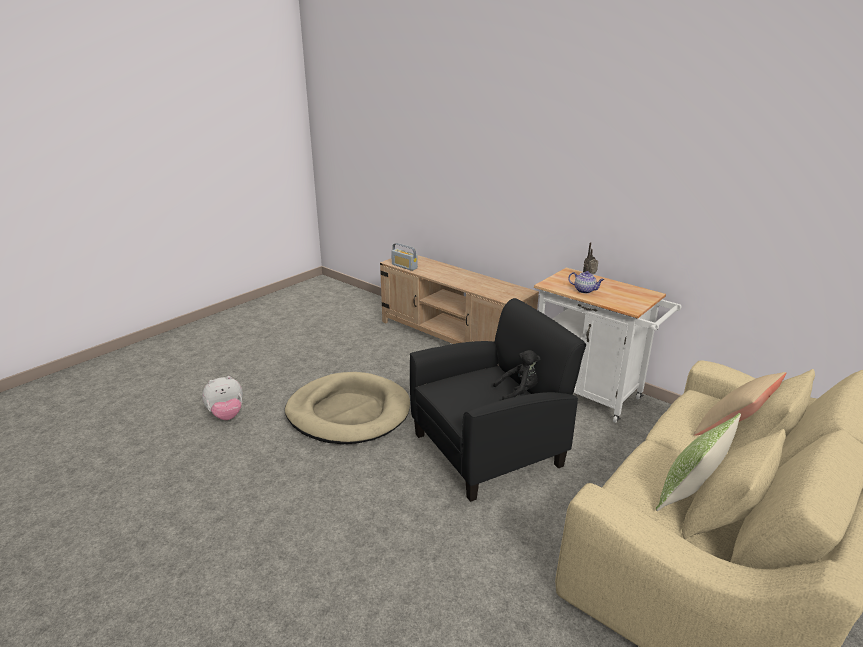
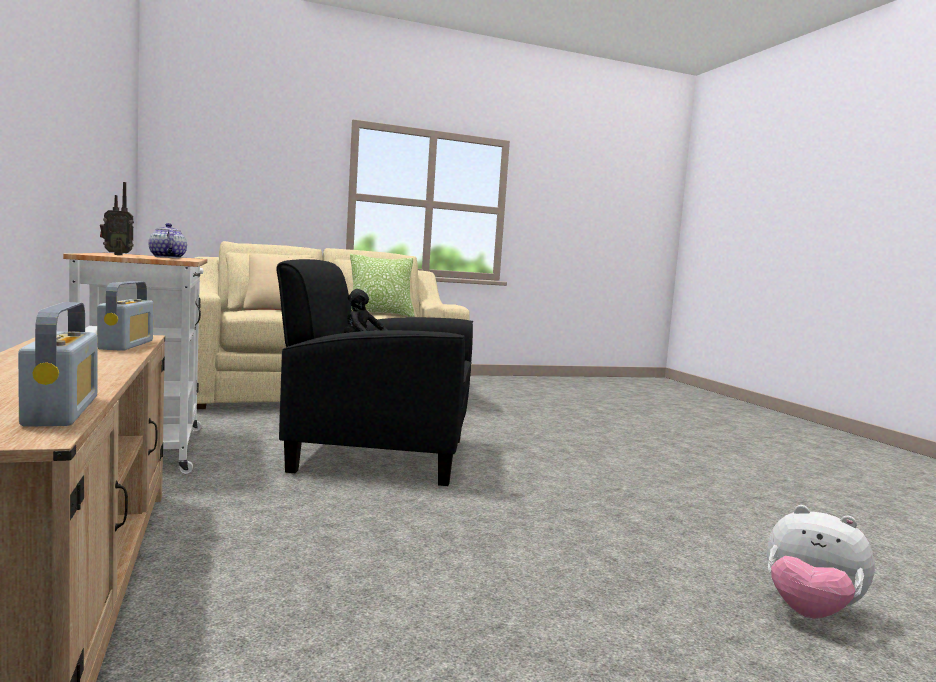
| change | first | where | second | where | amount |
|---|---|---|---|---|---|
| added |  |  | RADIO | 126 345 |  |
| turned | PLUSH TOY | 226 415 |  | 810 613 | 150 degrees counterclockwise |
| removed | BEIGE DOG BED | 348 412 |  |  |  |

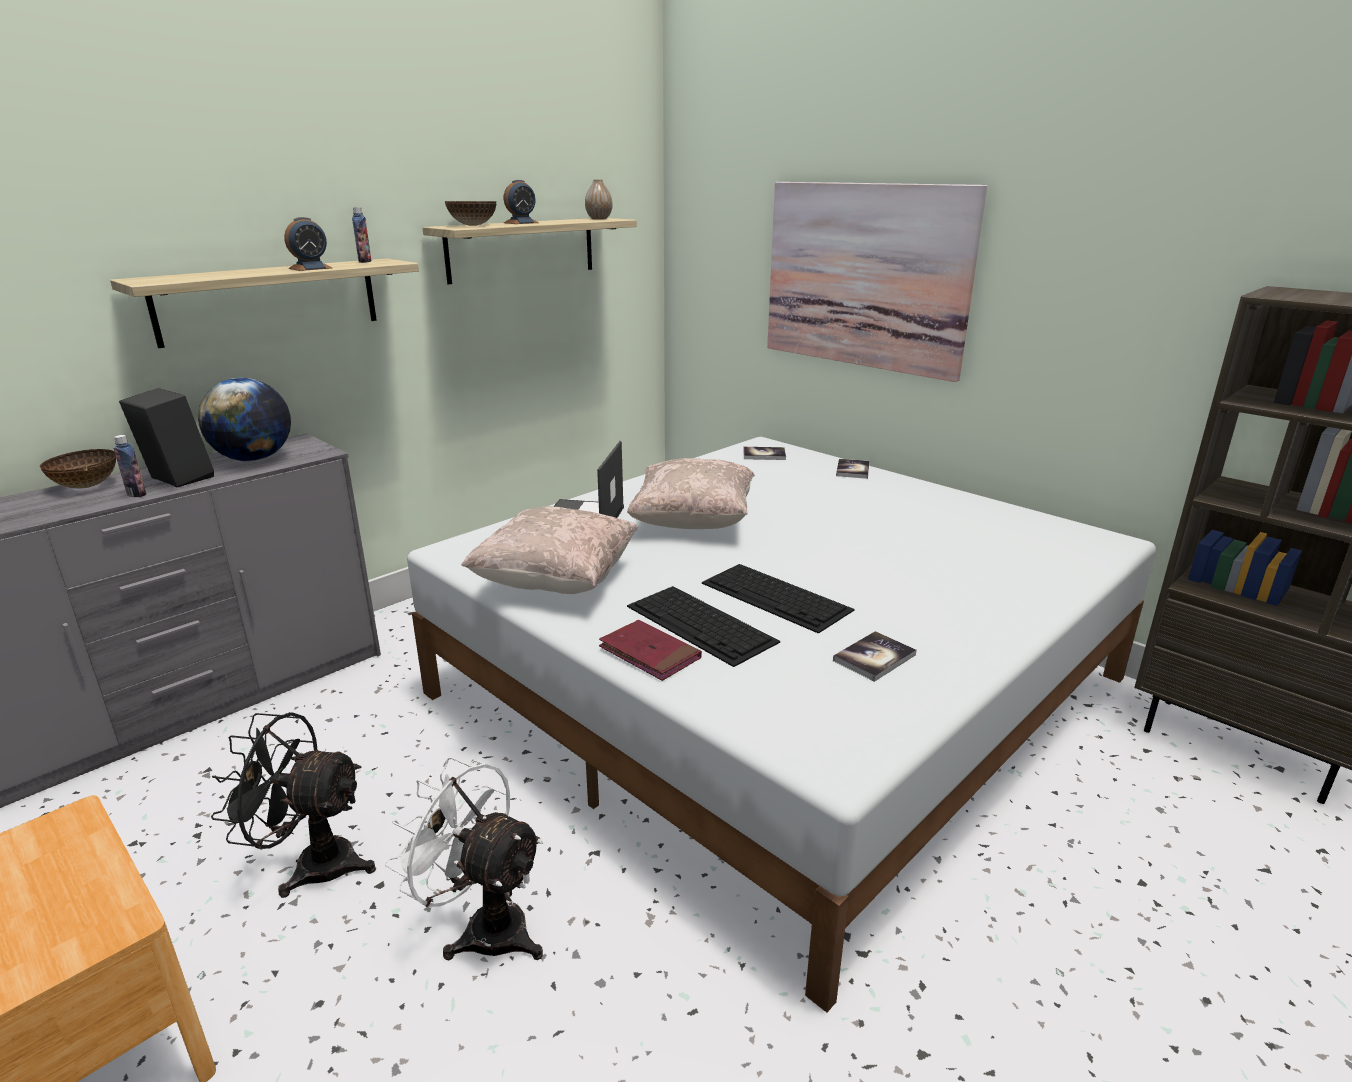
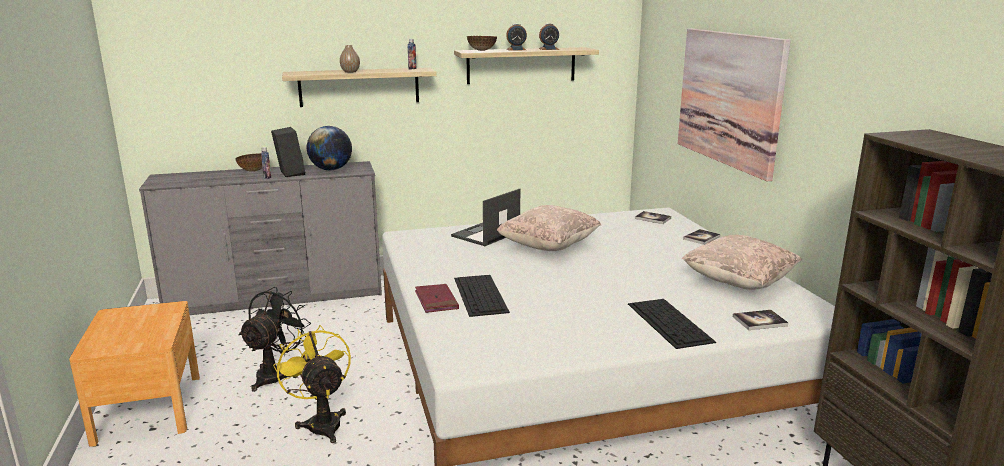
| change | first | where | second | where | amount |
|---|---|---|---|---|---|
| turned | BLACK FAN | 312 863 |  | 276 374 | 75 degrees clockwise |
| recoloured | WHITE FAN | 484 926 | YELLOW FAN | 322 422 |  |
| moved | VASE | 599 219 |  | 350 72 |  |
| moved | ALARM CLOCK | 310 268 |  | 548 49 |  |
| moved | KEYBOARD | 777 596 |  | 670 323 |  |
| moved | BEIGE PILLOW | 556 582 |  | 738 283 |  |
| moved | BOOK | 874 657 |  | 759 321 |  |

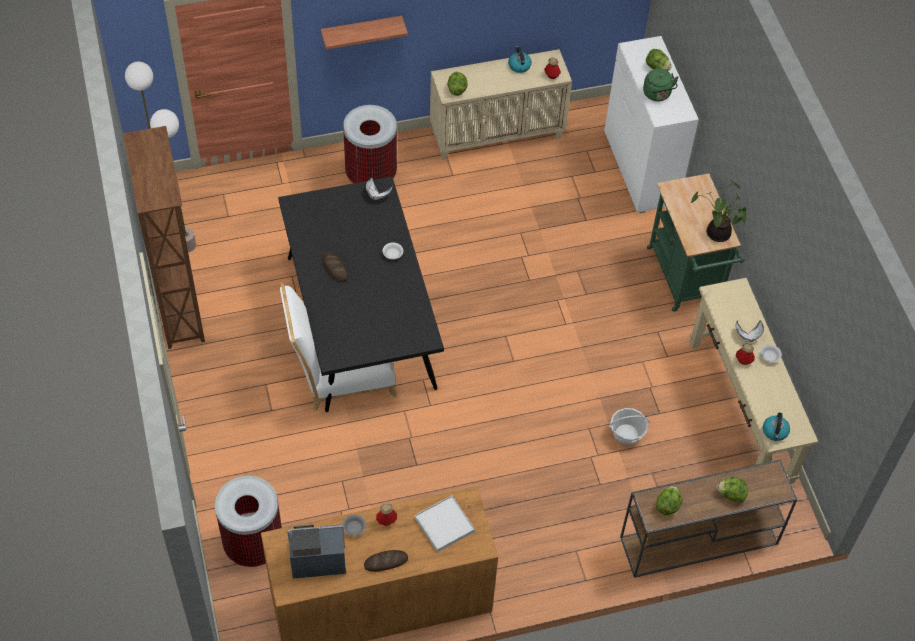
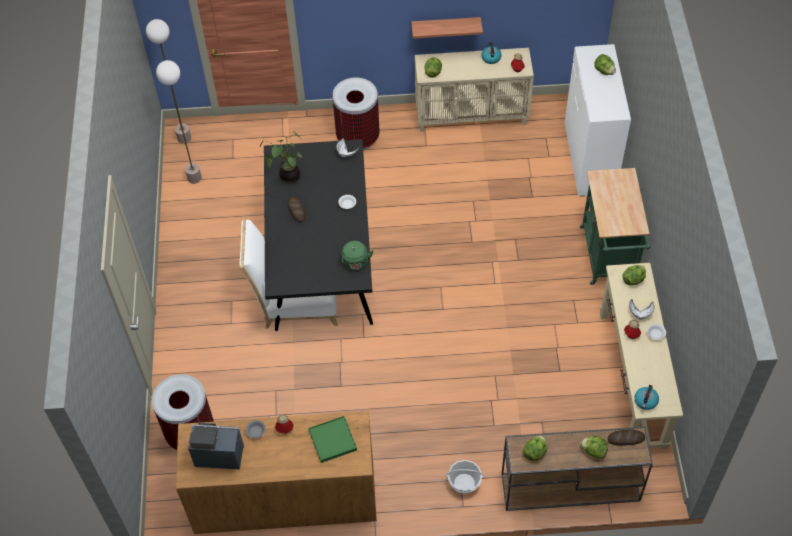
| change | first | where | second | where | amount |
|---|---|---|---|---|---|
| moved | POTTED PLANT | 716 233 |  | 288 176 |  |
| recoloured | WHITE TRAY | 444 524 | GREEN TRAY | 333 440 |  |
| moved | GREEN KETTLE | 657 94 |  | 355 263 |  |
| moved | SHELF | 361 32 |  | 445 27 |  |
| moved | BASKET | 626 434 |  | 464 483 |  |
| moved | BREAD | 386 562 |  | 626 439 |  |
| added |  |  | LETTUCE | 633 279 |  |
| removed | BROWN BOOKCASE | 180 309 |  |  |  |

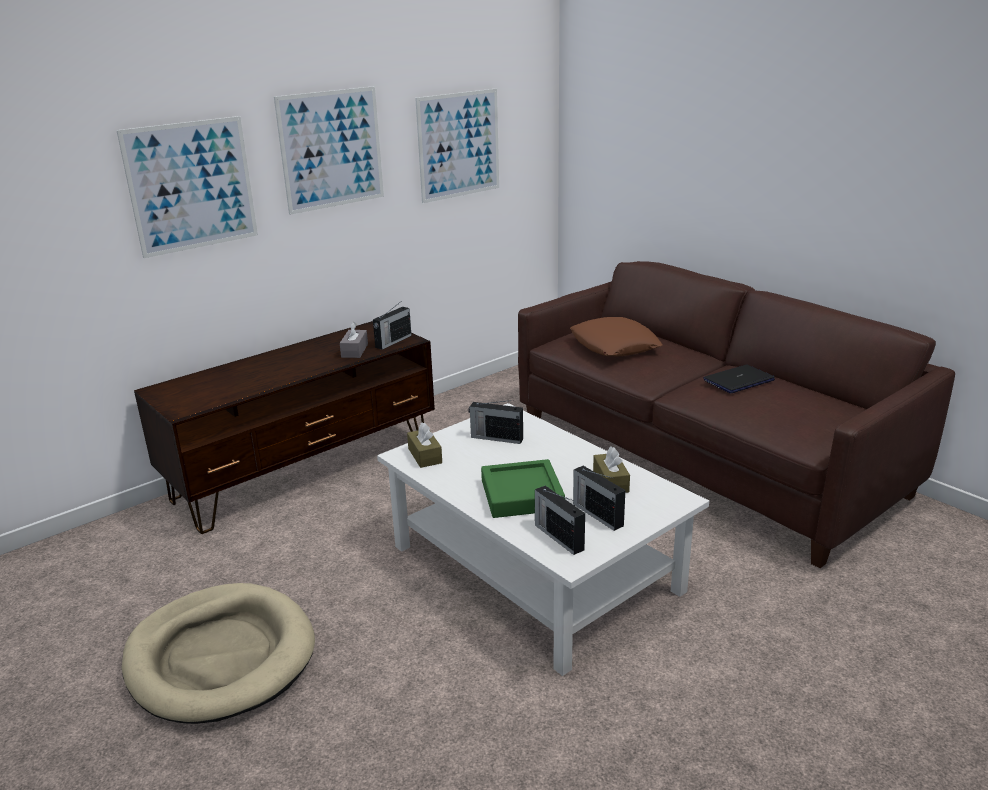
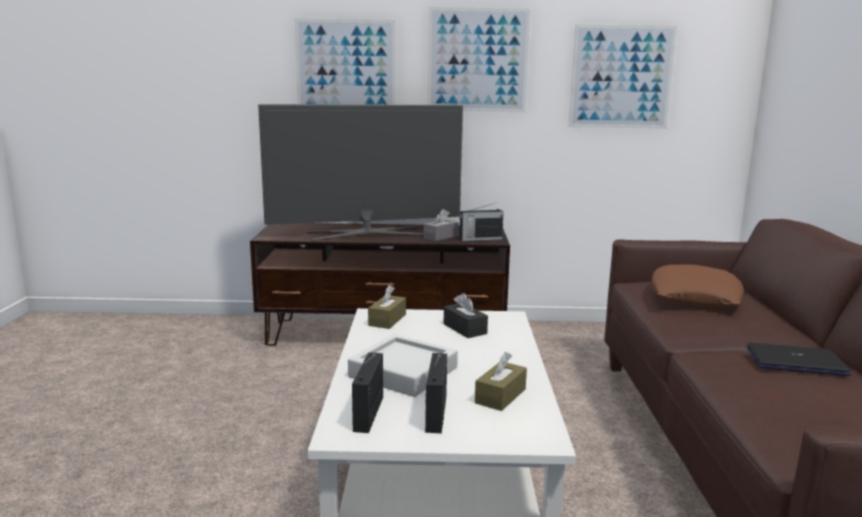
| change | first | where | second | where | amount |
|---|---|---|---|---|---|
| added |  |  | TELEVISION | 366 233 |  |
| recoloured | GREEN TRAY | 522 495 | GREY TRAY | 403 372 |  |
| replaced | RADIO | 496 438 | BLACK TISSUE BOX | 465 329 |  |
| removed | BEIGE DOG BED | 221 657 |  |  |  |

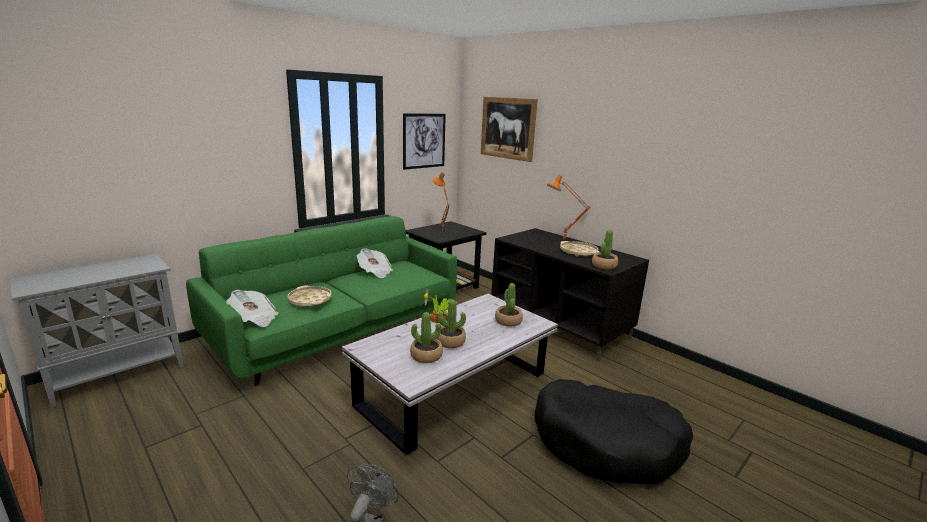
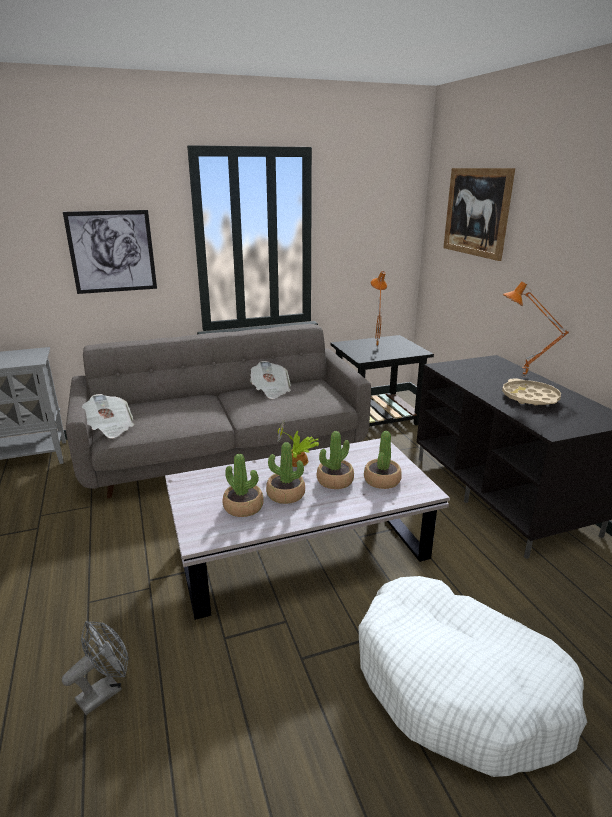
| change | first | where | second | where | amount |
|---|---|---|---|---|---|
| moved | PICTURE | 424 141 |  | 112 252 |  |
| recoloured | GREEN SOFA | 339 330 | GREY SOFA | 225 452 |  |
| moved | POTTED PLANT | 604 265 |  | 335 481 |  |
| recoloured | BLACK DOG BED | 607 443 | WHITE DOG BED | 459 686 |  |
| removed | BEIGE TRAY | 310 300 |  |  |  |

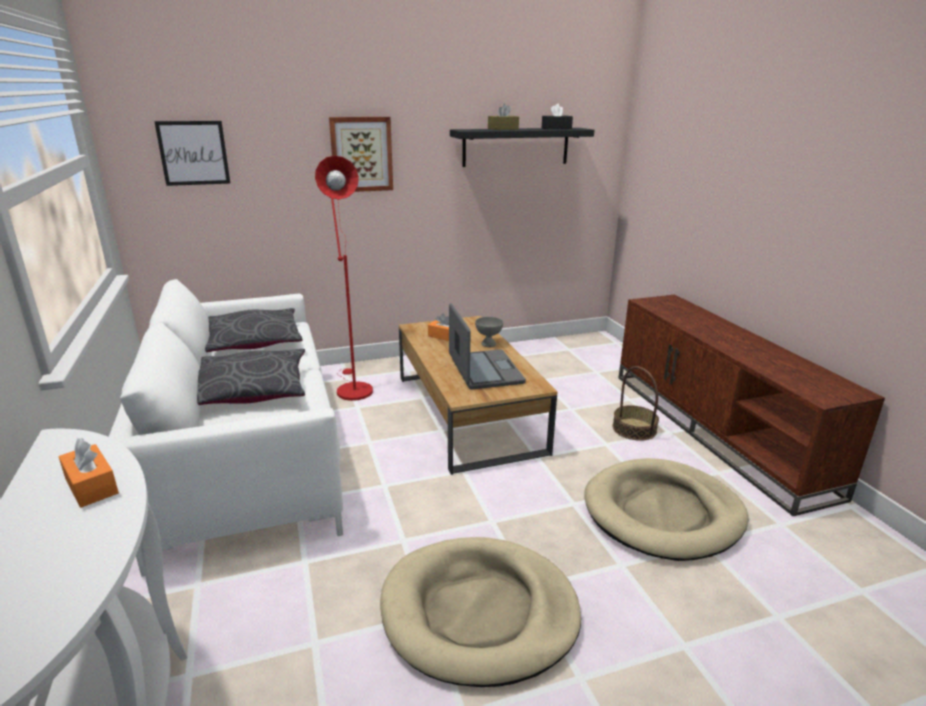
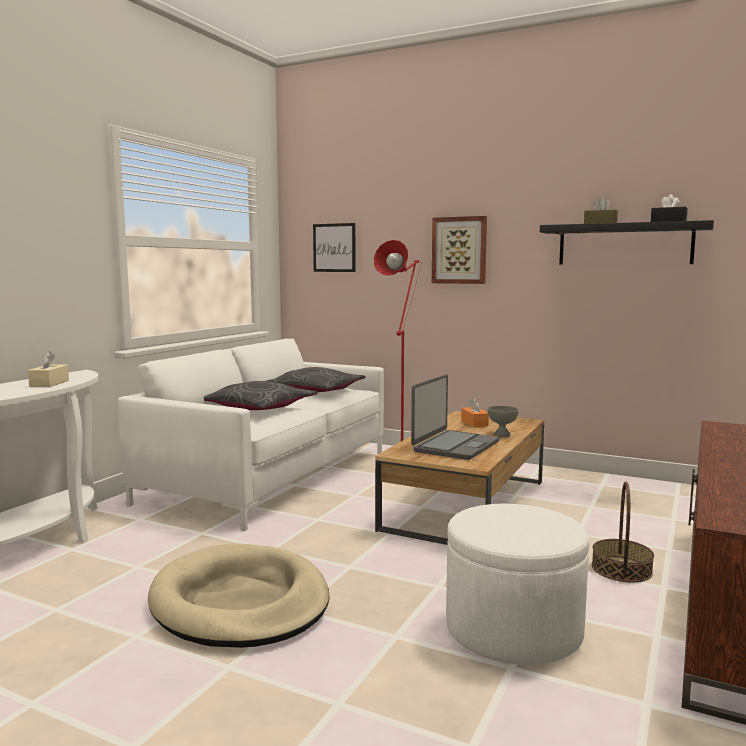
| change | first | where | second | where | amount |
|---|---|---|---|---|---|
| recoloured | ORANGE TISSUE BOX | 91 486 | BEIGE TISSUE BOX | 49 383 |  |
| replaced | BEIGE DOG BED | 663 513 | WHITE OTTOMAN | 513 629 |  |

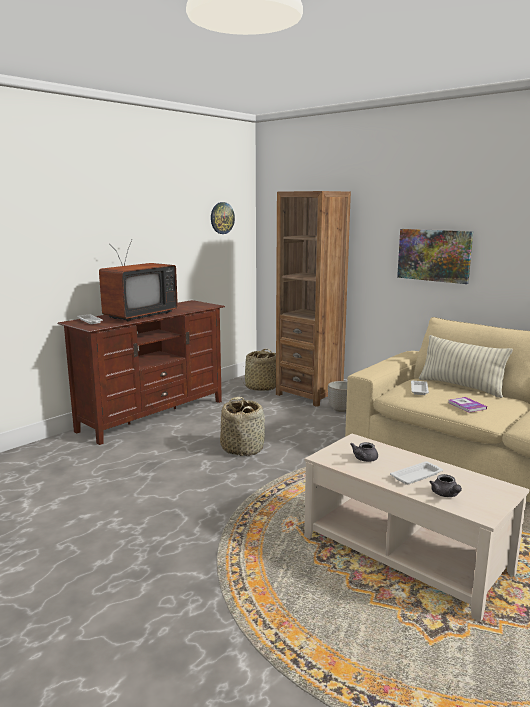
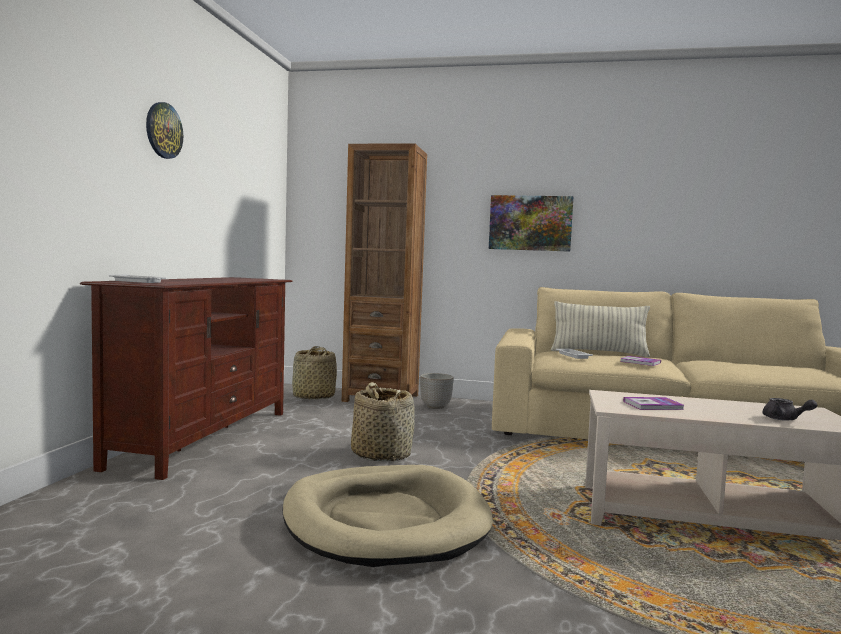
| change | first | where | second | where | amount |
|---|---|---|---|---|---|
| moved | WALL CLOCK | 222 218 |  | 163 130 |  |
| added |  |  | BEIGE DOG BED | 385 521 |  |
| replaced | GREY TEAPOT | 363 459 | BOOK | 653 405 |  |
| removed | TELEVISION | 136 315 |  |  |  |
| removed | WHITE TRAY | 417 476 |  |  |  |

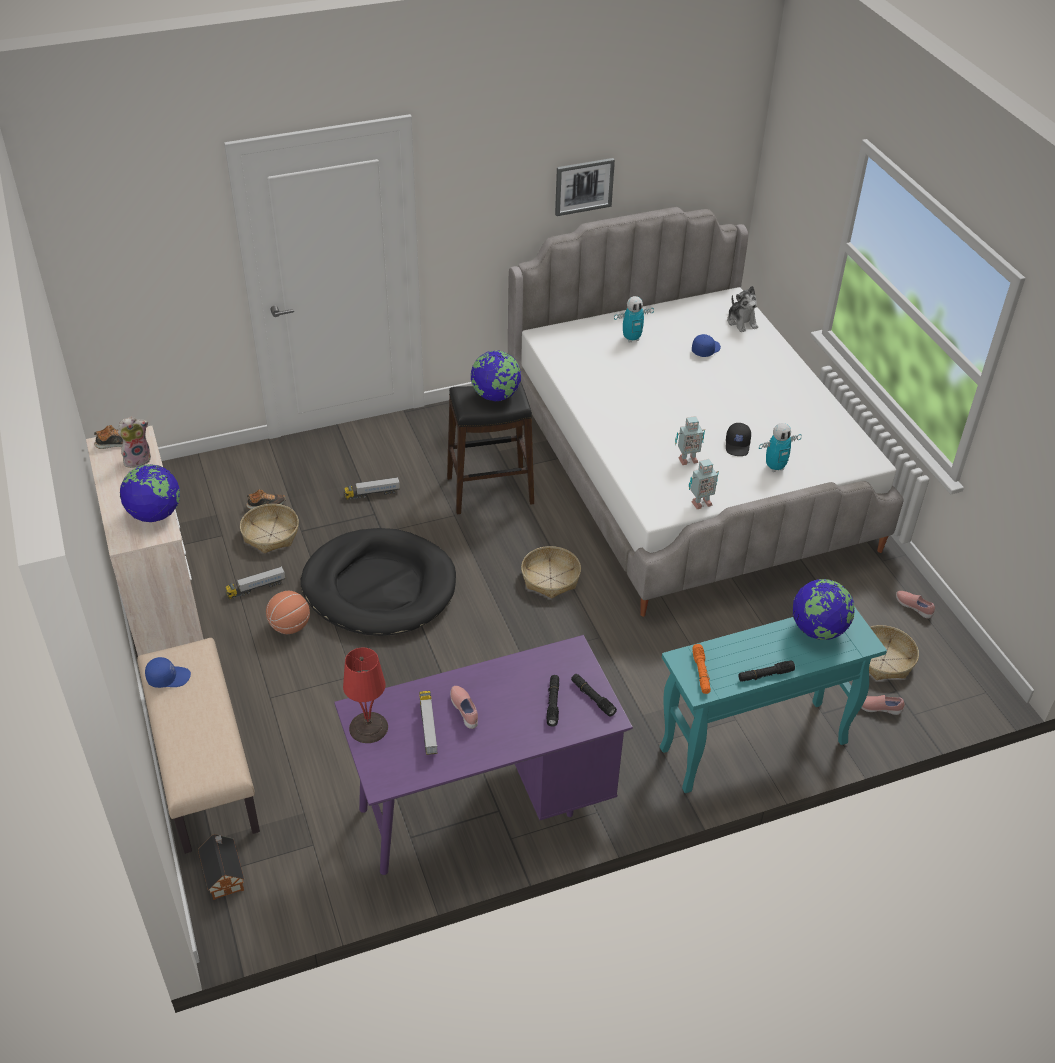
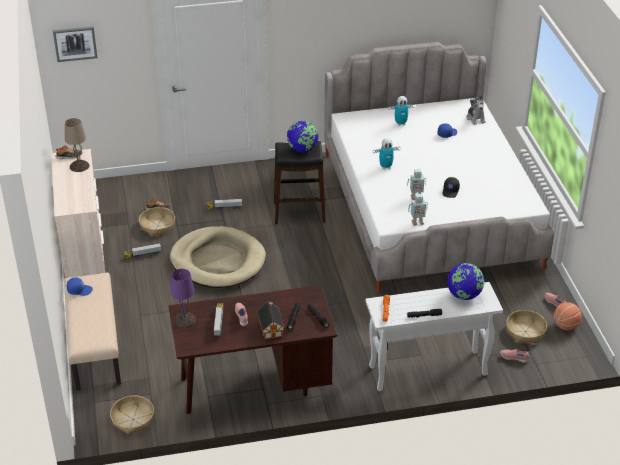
| change | first | where | second | where | amount |
|---|---|---|---|---|---|
| moved | PICTURE | 583 186 |  | 75 43 |  |
| replaced | PLUSH TOY | 138 459 | BEIGE TABLE LAMP | 79 166 |  |
| moved | BASKET | 550 578 |  | 133 419 |  |
| recoloured | PURPLE DESK | 483 807 | BROWN DESK | 254 386 |  |
| recoloured | BLACK DOG BED | 379 587 | BEIGE DOG BED | 218 261 |  |
| recoloured | RED TABLE LAMP | 368 728 | PURPLE TABLE LAMP | 185 320 |  |
| moved | TOY HOUSE | 224 873 |  | 271 327 |  |
| recoloured | TURQUOISE CONSOLE TABLE | 752 747 | WHITE CONSOLE TABLE | 427 371 |  |
| moved | TOY ROBOT | 775 467 |  | 386 166 |  |
| moved | BASKETBALL | 289 626 |  | 565 326 |  |
| removed | GLOBE | 155 514 |  |  |  |

